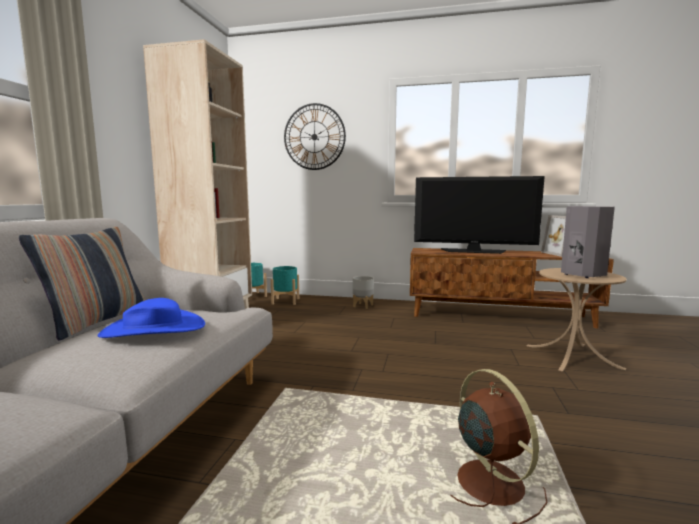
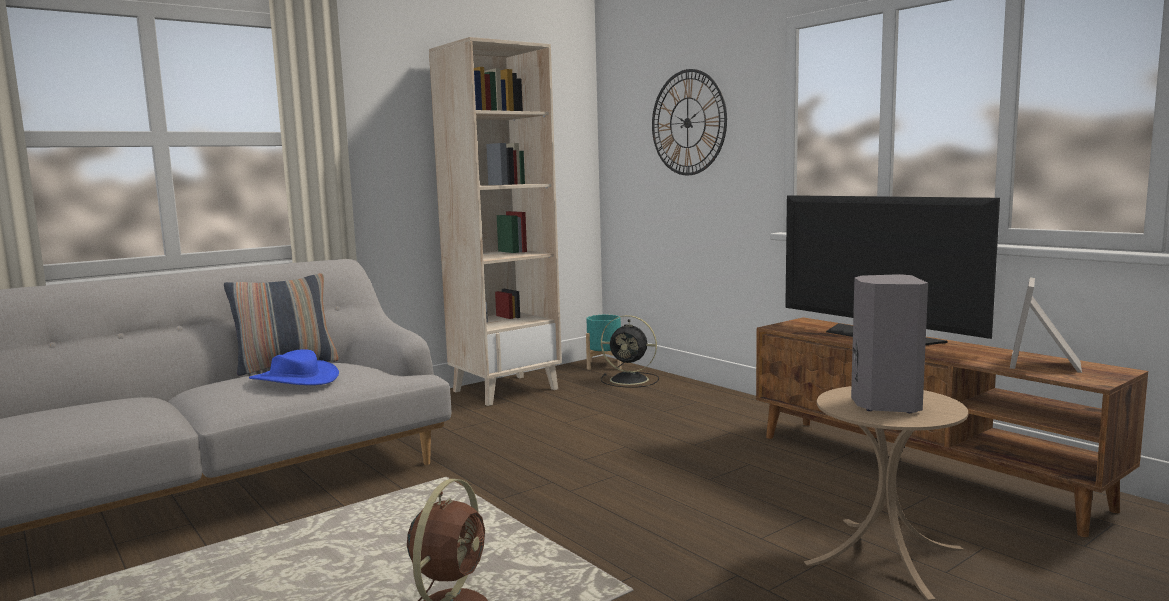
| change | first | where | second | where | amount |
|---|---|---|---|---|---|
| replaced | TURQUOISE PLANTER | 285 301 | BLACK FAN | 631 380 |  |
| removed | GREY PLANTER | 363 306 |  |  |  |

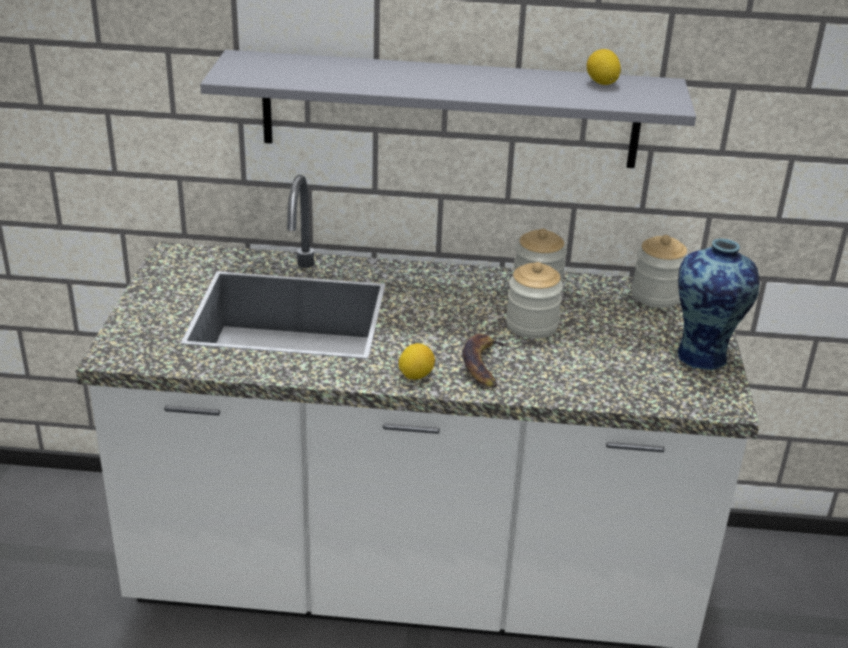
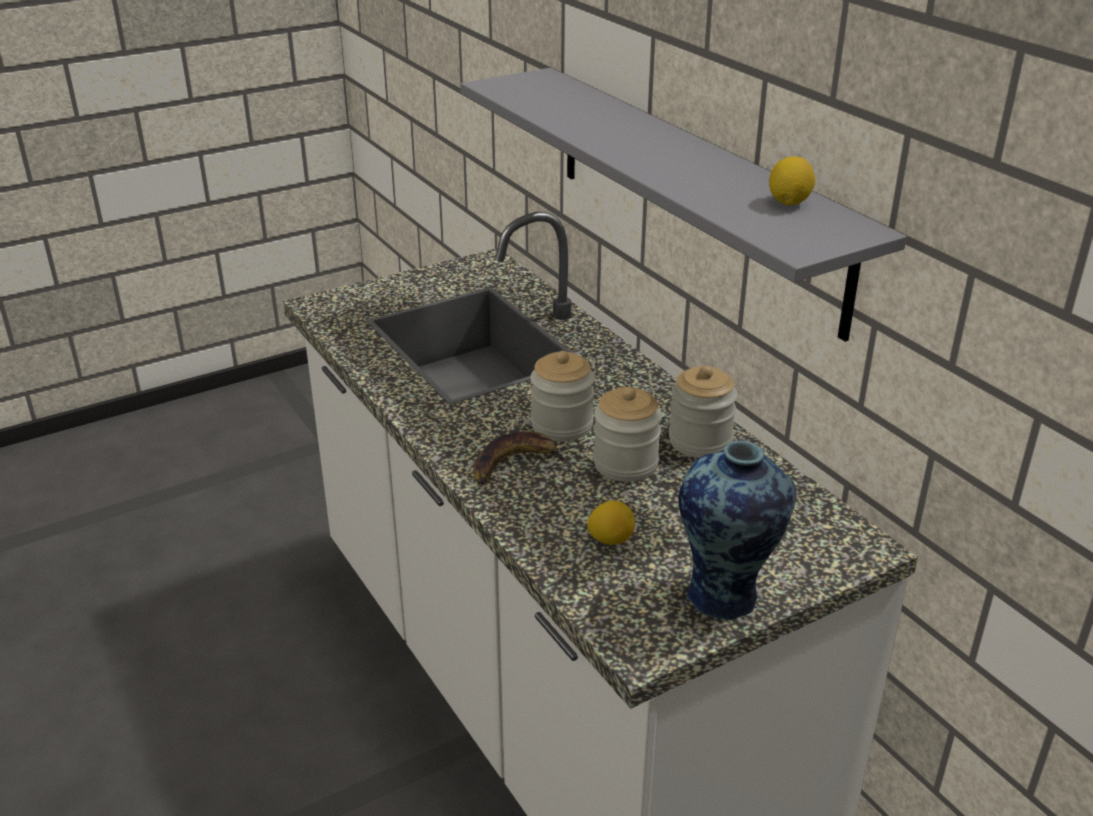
| change | first | where | second | where | amount |
|---|---|---|---|---|---|
| moved | JAR | 656 296 |  | 562 425 |  |
| moved | LEMON | 415 375 |  | 610 540 |  |

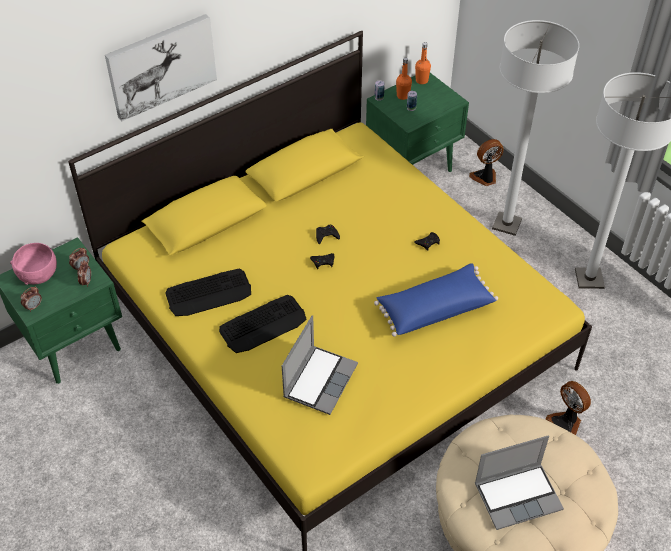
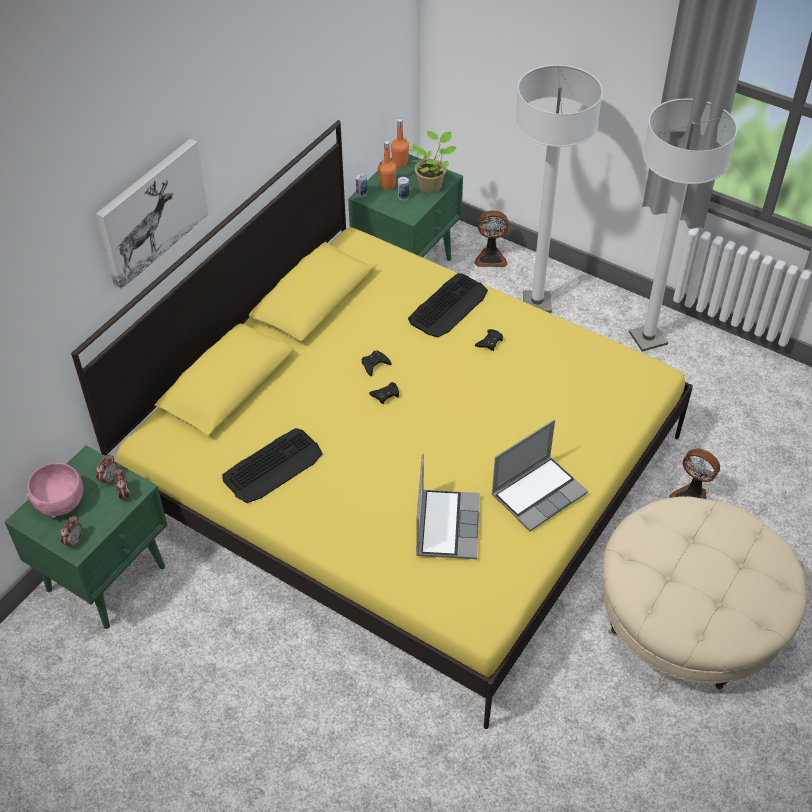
| change | first | where | second | where | amount |
|---|---|---|---|---|---|
| added |  |  | POTTED PLANT | 431 185 |  |
| moved | KEYBOARD | 263 324 |  | 448 306 |  |
| turned | FAN | 485 178 |  | 490 257 | 135 degrees counterclockwise |
| moved | LAPTOP | 518 495 |  | 538 493 |  |
| removed | BLUE PILLOW | 434 308 |  |  |  |

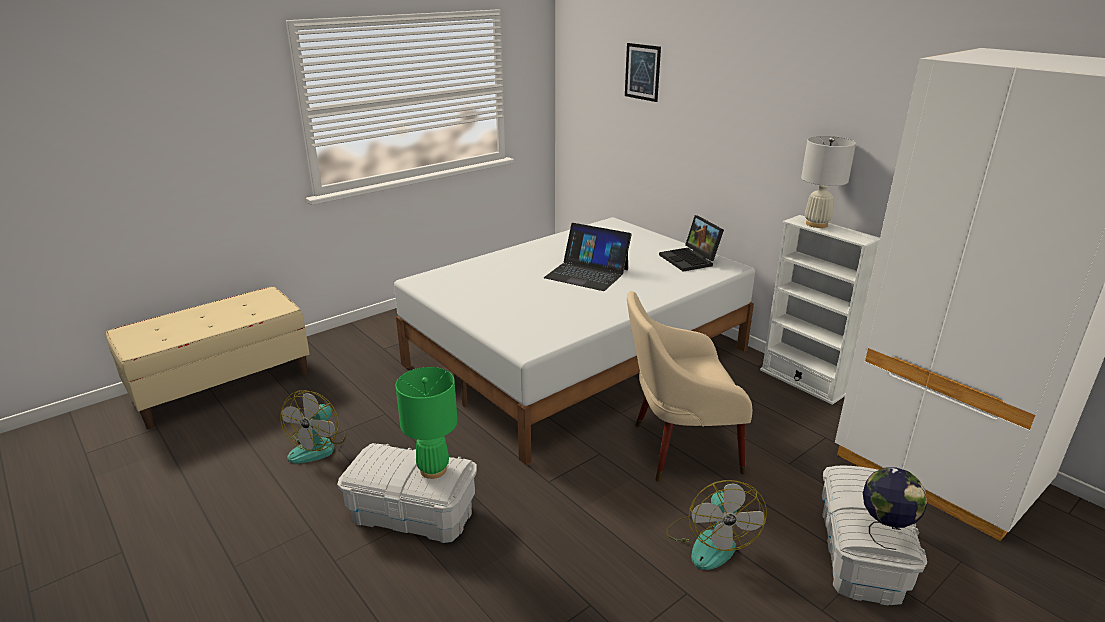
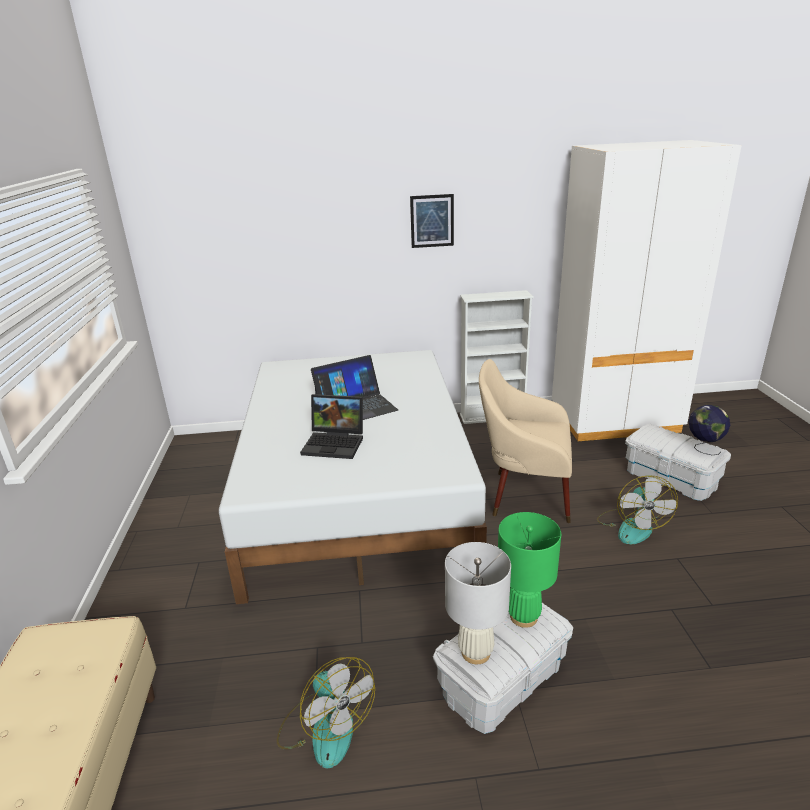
| change | first | where | second | where | amount |
|---|---|---|---|---|---|
| moved | LAPTOP | 690 260 |  | 336 443 |  |
| moved | PICTURE | 642 72 |  | 432 221 |  |
| moved | WHITE TABLE LAMP | 816 224 |  | 475 652 |  |
| turned | BEIGE ARMCHAIR | 678 448 |  | 524 495 | 75 degrees clockwise |
| turned | FAN | 710 541 |  | 631 526 | 60 degrees clockwise |

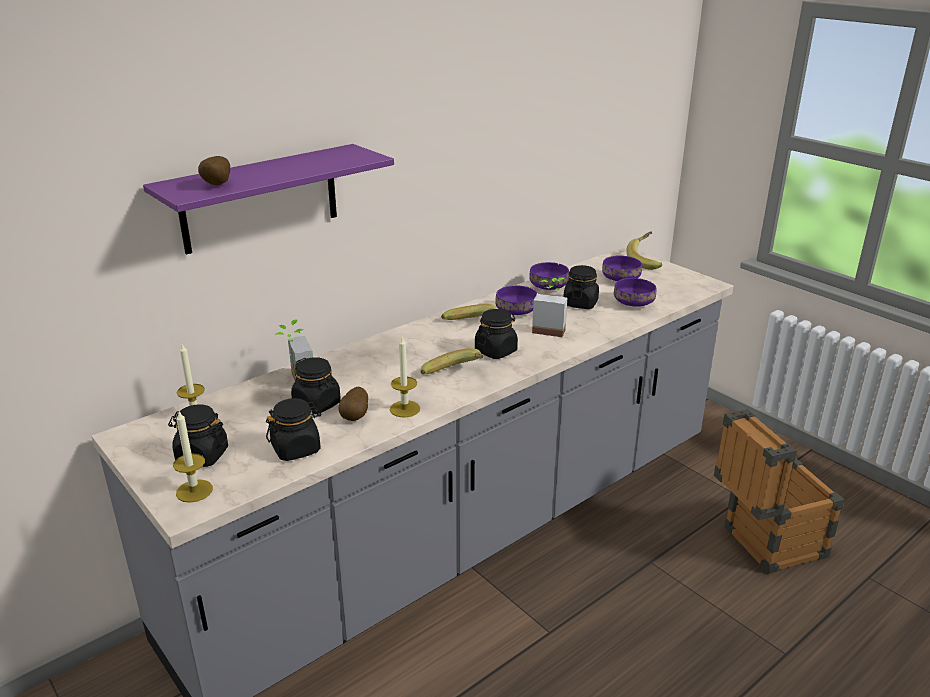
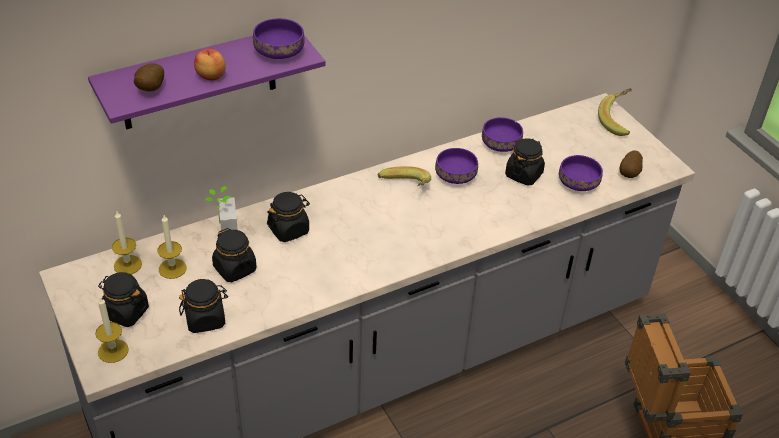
| change | first | where | second | where | amount |
|---|---|---|---|---|---|
| moved | CANDLE | 405 409 |  | 172 268 |  |
| added |  |  | APPLE | 211 76 |  |
| moved | PURPLE BOWL | 621 278 |  | 280 51 |  |
| moved | BLACK JAR | 496 351 |  | 289 230 |  |
| moved | POTATO | 355 417 |  | 629 174 |  |
| removed | BANANA | 455 376 |  |  |  |
| removed | POTTED PLANT | 550 329 |  |  |  |

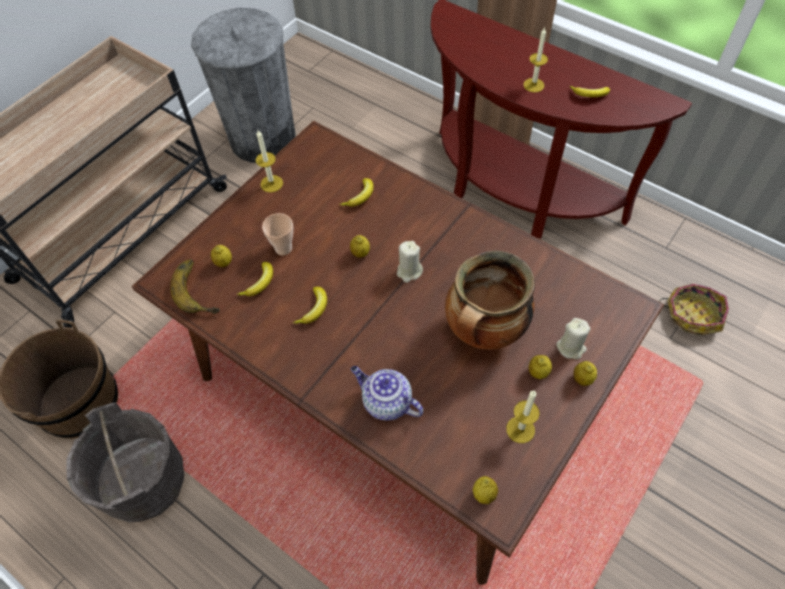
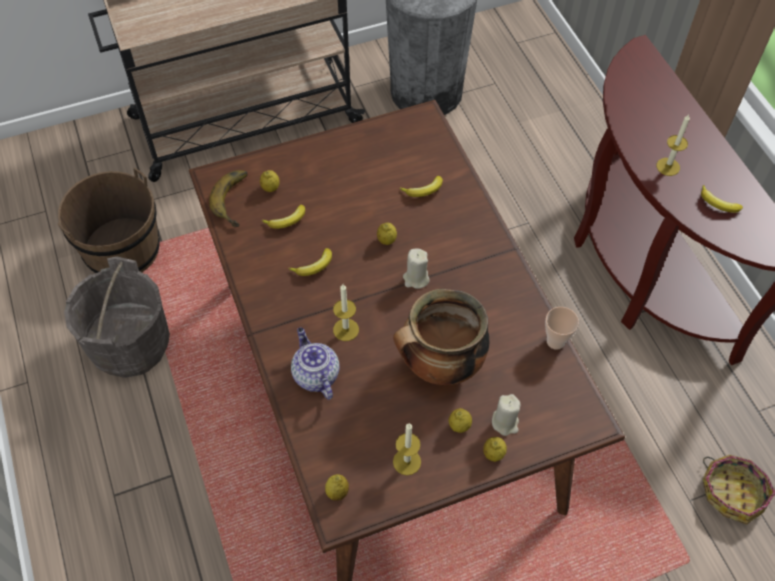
| change | first | where | second | where | amount |
|---|---|---|---|---|---|
| moved | CANDLE | 271 183 |  | 346 329 |  |
| moved | CUP | 283 248 |  | 555 341 |  |

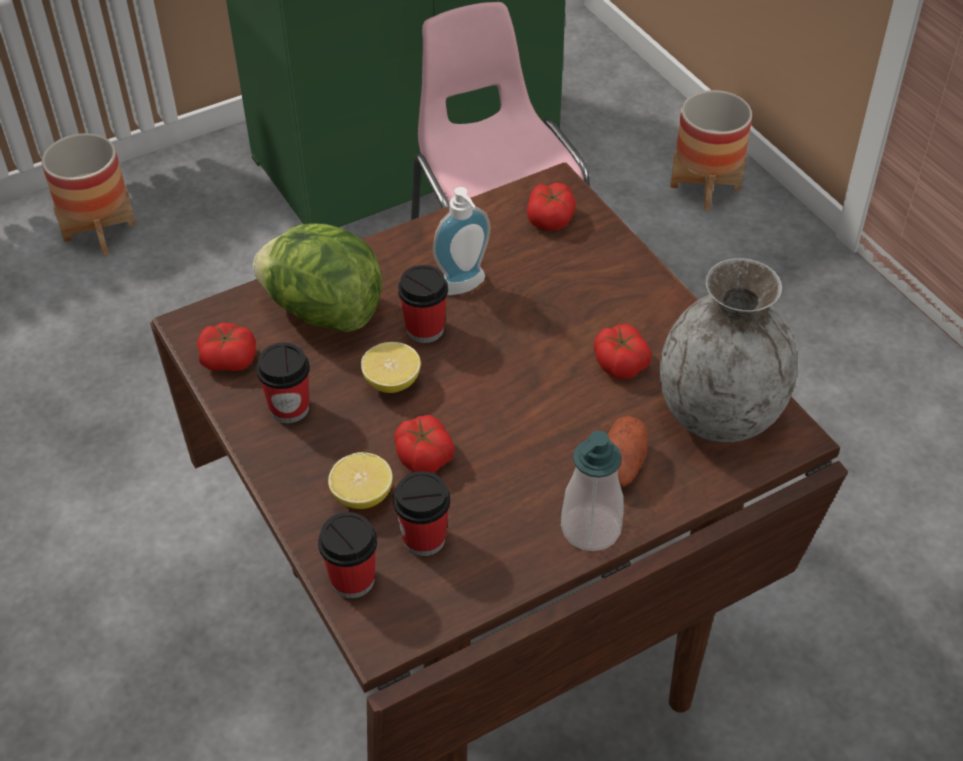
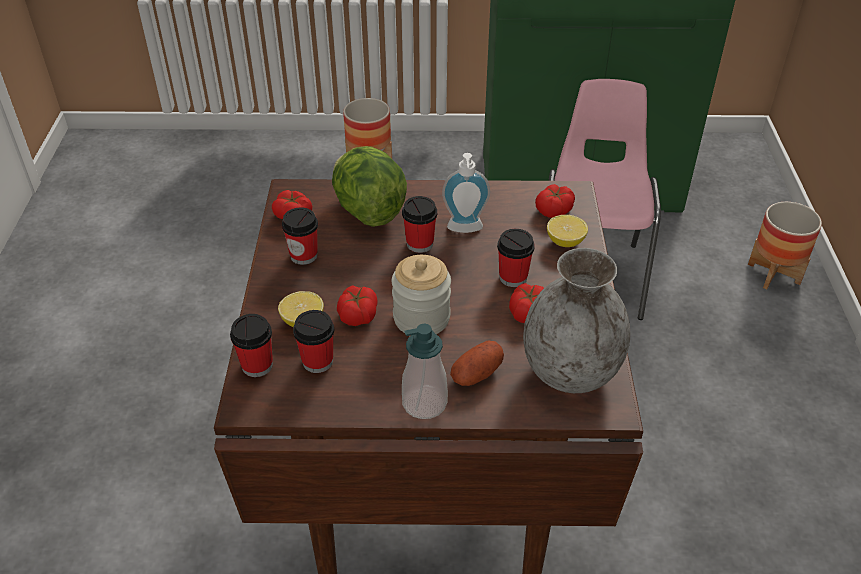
| change | first | where | second | where | amount |
|---|---|---|---|---|---|
| added |  |  | JAR | 421 318 |  |
| added |  |  | CUP | 513 277 |  |
| moved | LEMON | 392 382 |  | 565 242 |  |

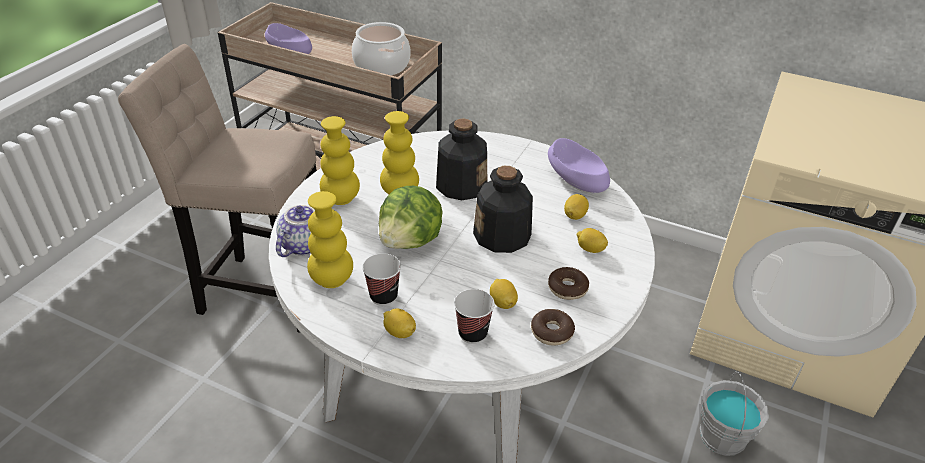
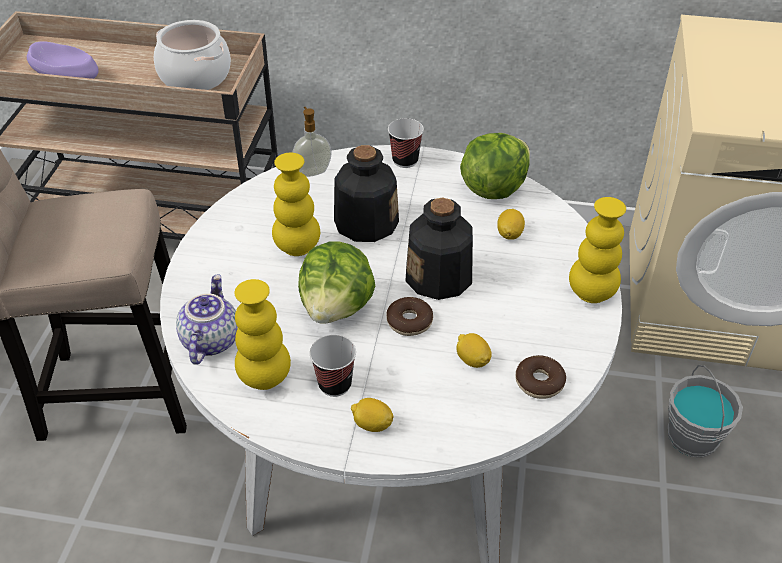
| change | first | where | second | where | amount |
|---|---|---|---|---|---|
| added |  |  | SOAP DISPENSER | 312 171 |  |
| moved | DONUT | 567 288 |  | 409 322 |  |
| moved | CUP | 472 333 |  | 405 160 |  |
| replaced | PURPLE BOWL | 575 179 | LETTUCE | 493 188 |  |
| moved | YELLOW VASE | 341 198 |  | 591 293 |  |
| removed | LEMON | 590 249 |  |  |  |

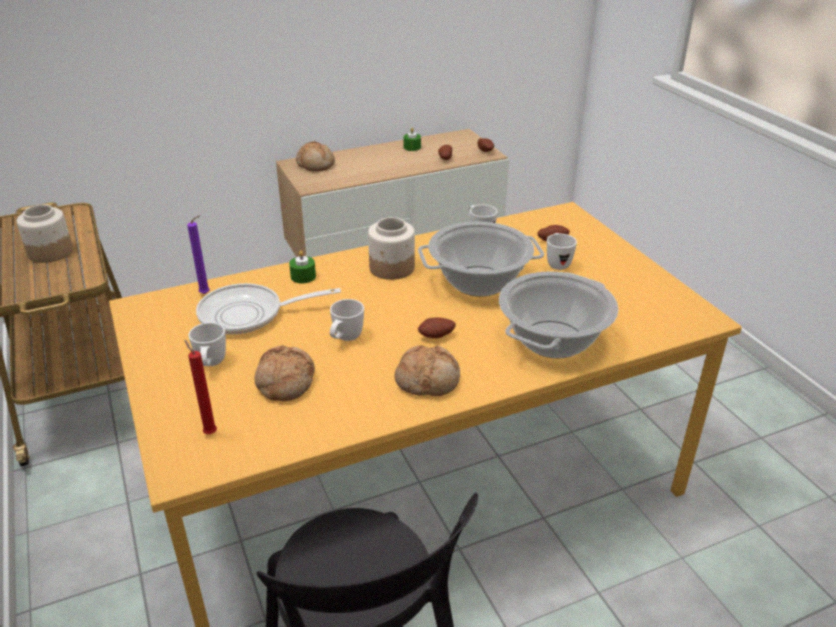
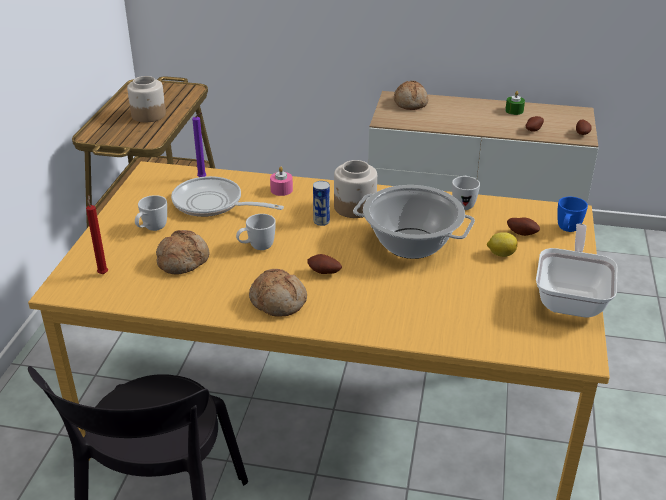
| change | first | where | second | where | amount |
|---|---|---|---|---|---|
| recoloured | GREEN CANDLE | 303 276 | PINK CANDLE | 281 190 |  |
| added |  |  | CAN | 321 221 |  |
| replaced | WHITE MUG | 557 263 | LEMON | 500 254 |  |
| added |  |  | FRYING PAN | 572 298 |  |
| added |  |  | BLUE MUG | 567 231 |  |
| removed | COOKING POT | 553 340 |  |  |  |

